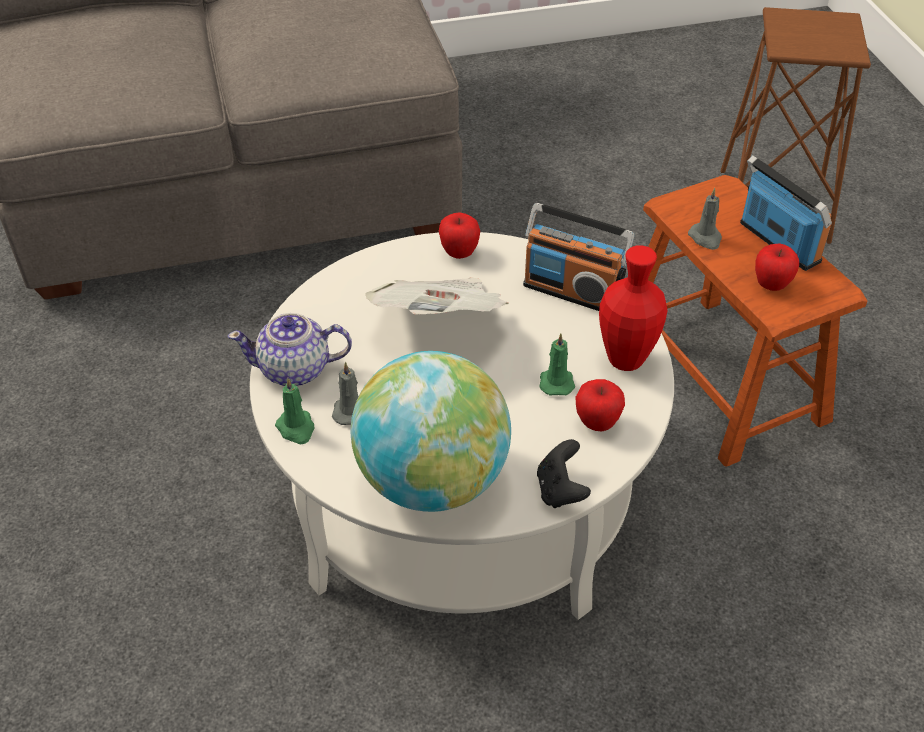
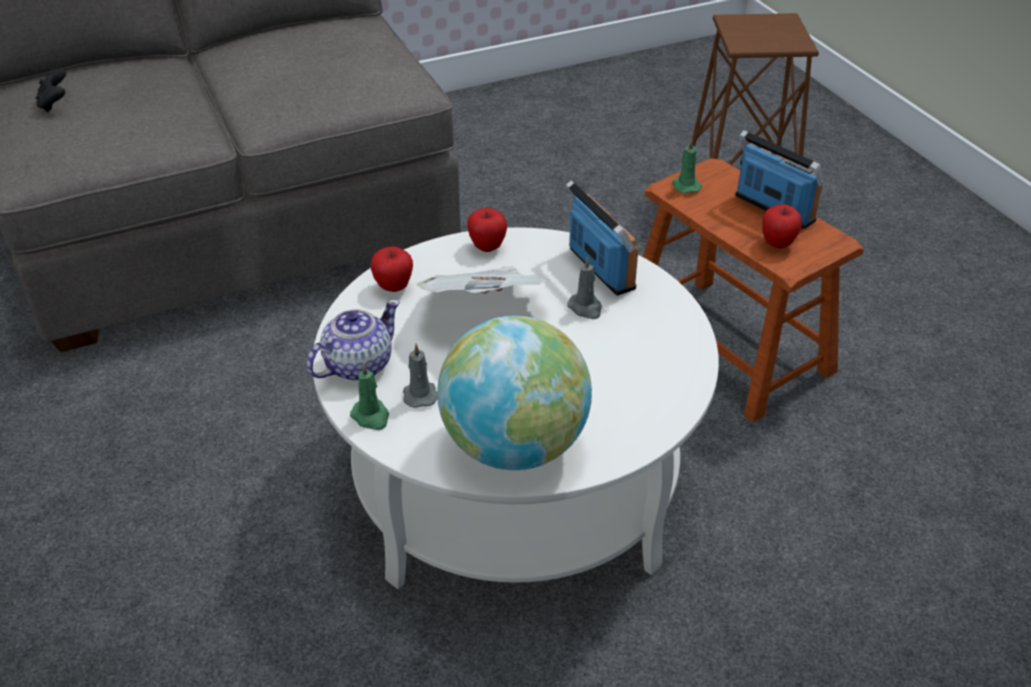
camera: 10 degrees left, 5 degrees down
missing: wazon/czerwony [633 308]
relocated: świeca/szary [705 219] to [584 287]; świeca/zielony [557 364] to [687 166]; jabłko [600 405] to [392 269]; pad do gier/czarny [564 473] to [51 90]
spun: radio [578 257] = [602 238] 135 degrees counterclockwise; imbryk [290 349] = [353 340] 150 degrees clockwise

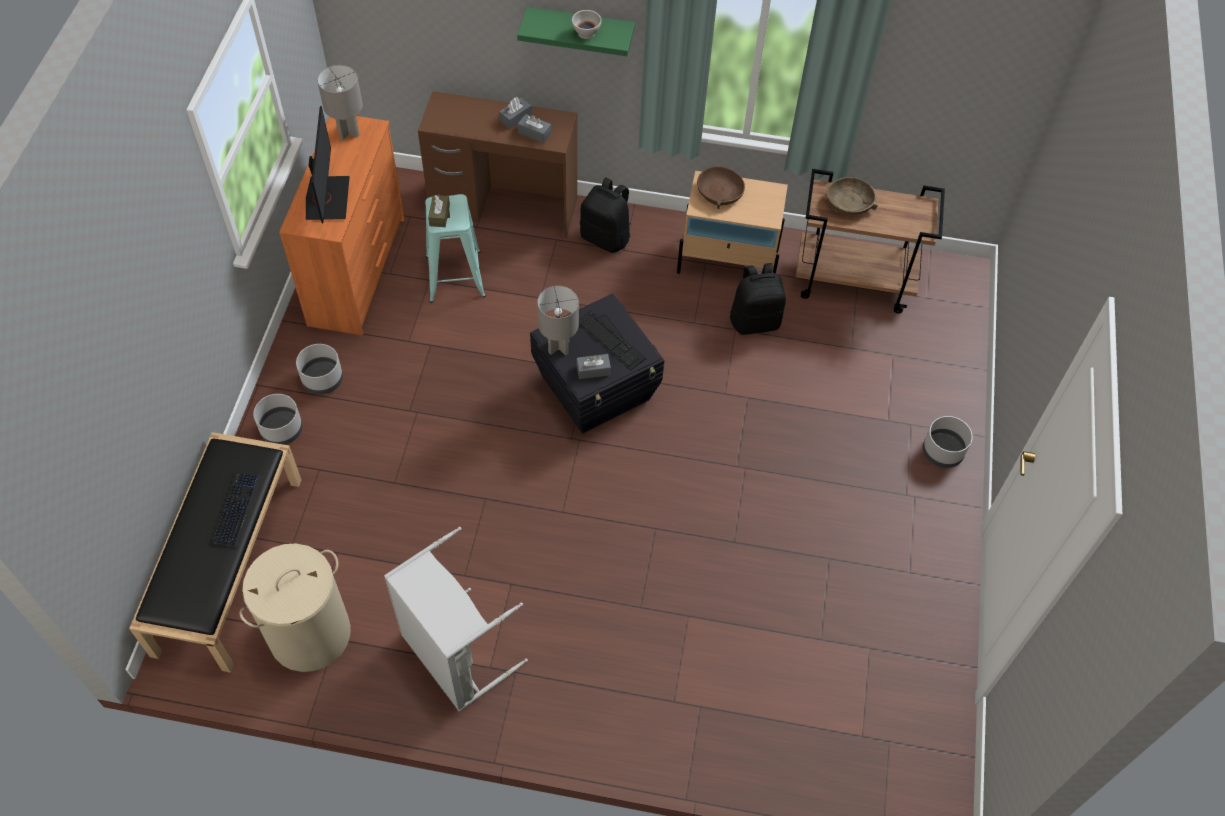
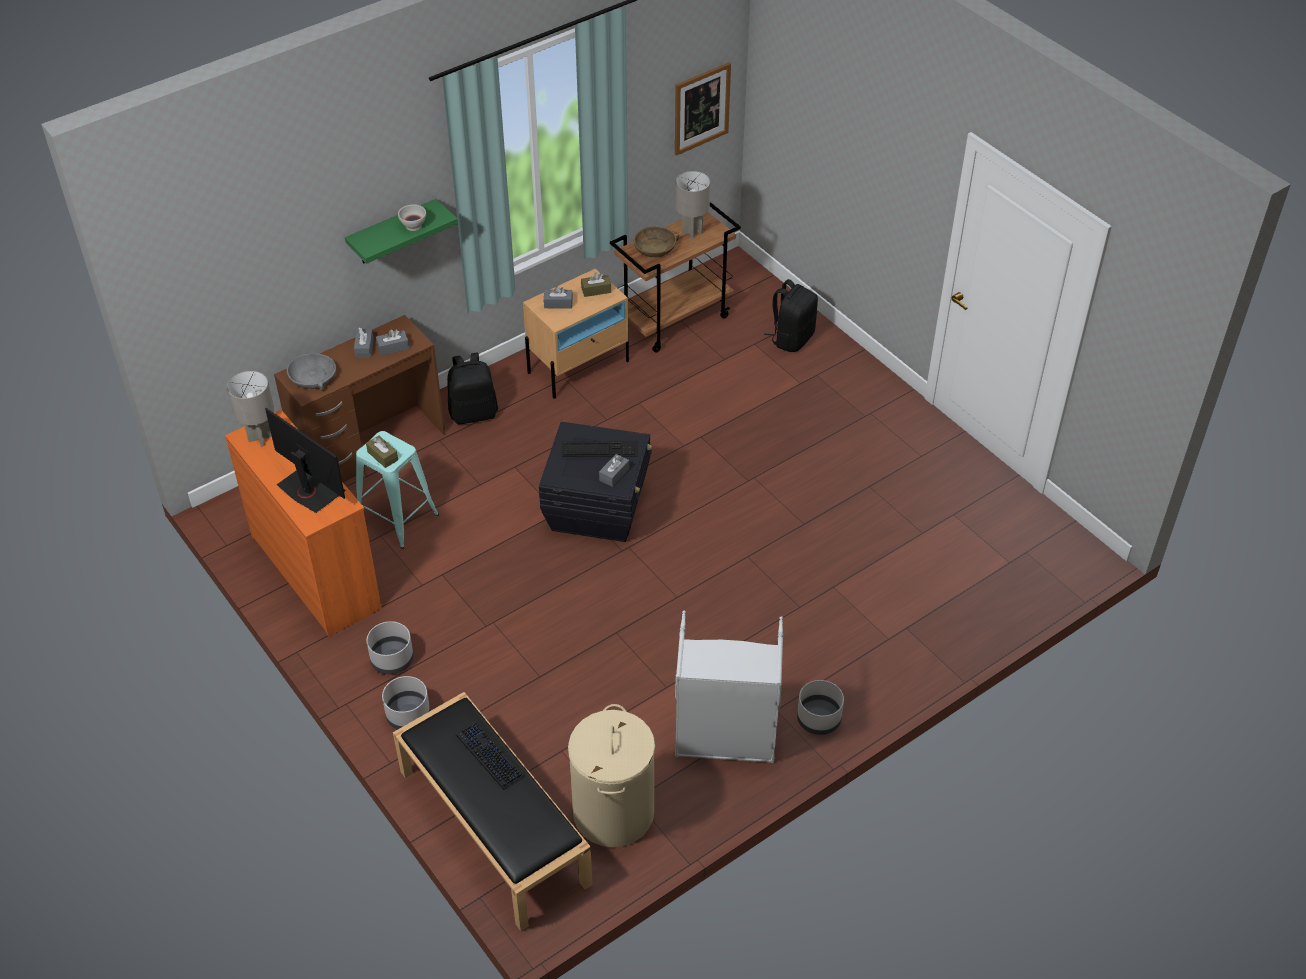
camera: 45 degrees left, 10 degrees down
appeared: obraz [703 109]; pudełko chusteczek/brązowy [596 285]; miska/szary [311 371]
relocated: plecak/czarny [758 299] to [791 315]; lampa stołowa/szary [558 321] to [693 205]; donica/szary [948 442] to [820 707]
exchanged: miska/brązowy [721 187] to pudełko chusteczek/szary [558 297]

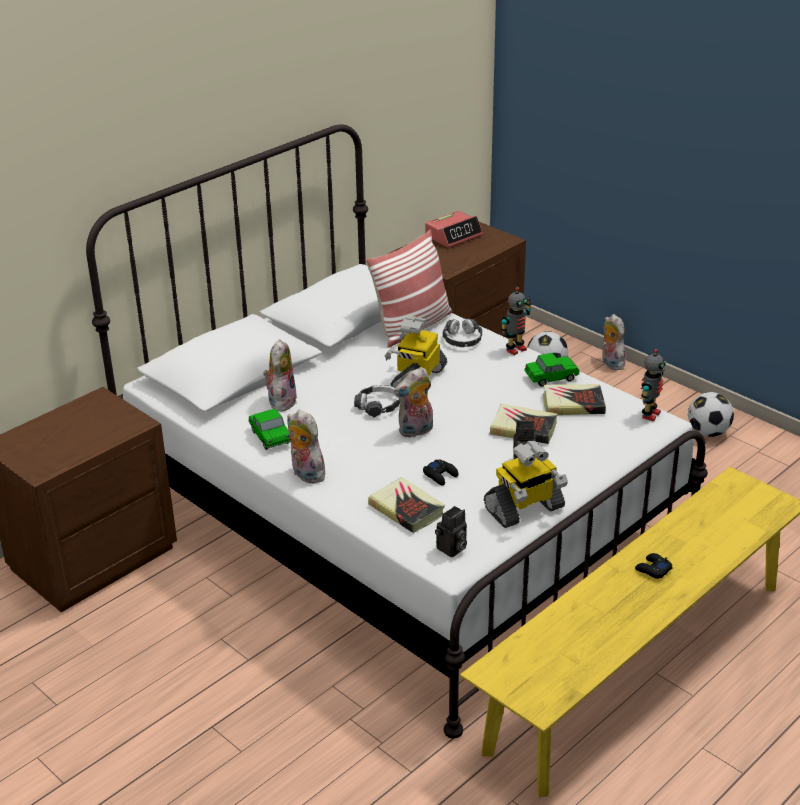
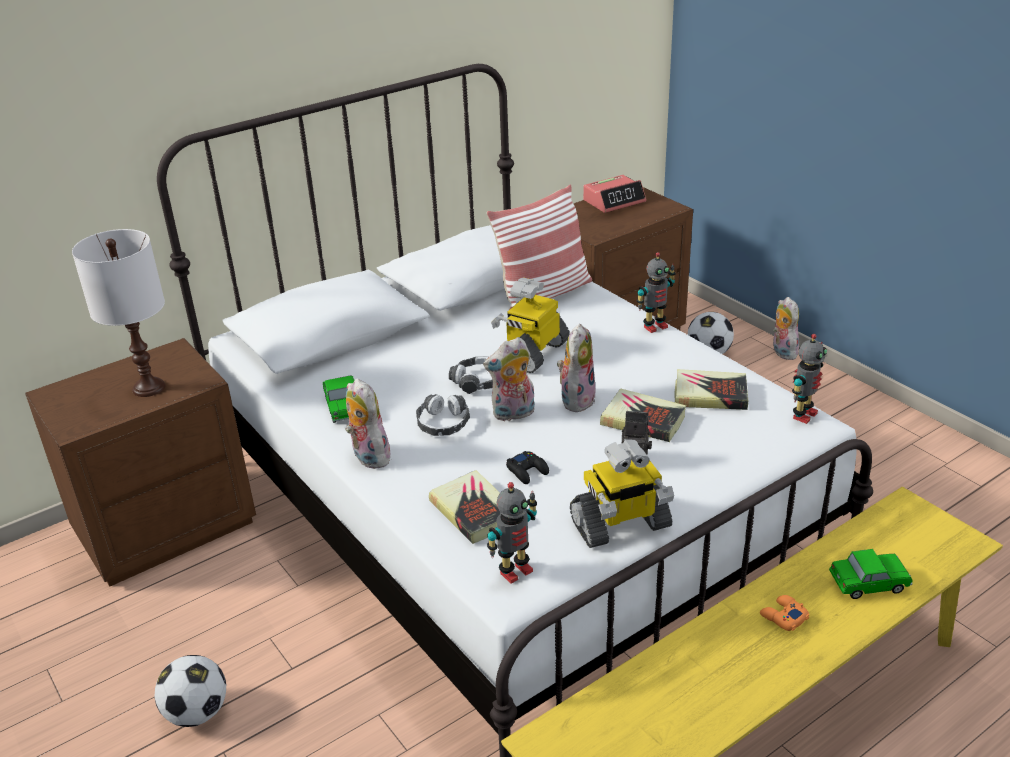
camera: 10 degrees right, 0 degrees up
appeared: lampa stołowa/biały [119 313]
relocated: słuchawki [462 333] to [443 415]; pluszak [280 375] to [576 368]; samochodzik [552 370] to [871 574]; piłka futbolowa [711 414] to [190 691]
exchanged: aparat fotograficzny [451 531] to robot zabawkowy [512 533]
colour: pad do gier/czarny [654 566] to pad do gier/pomarańczowy [785 613]

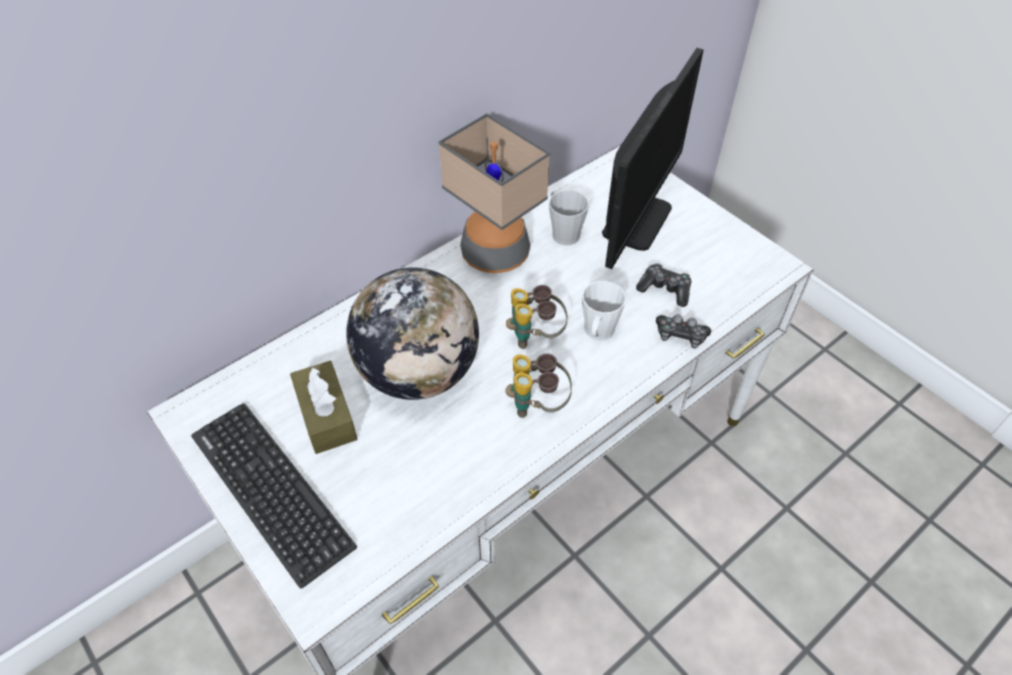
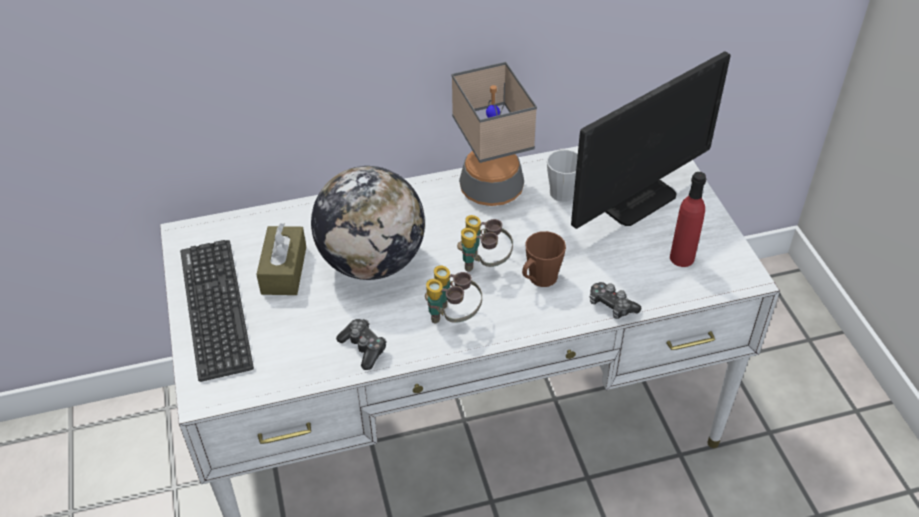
camera: 25 degrees right, 5 degrees down
appeared: butelka/czerwony [688 219]
relocated: pad do gier [663 285] to [361 344]
colour: kubek/biały [604 310] to kubek/brązowy [544 259]

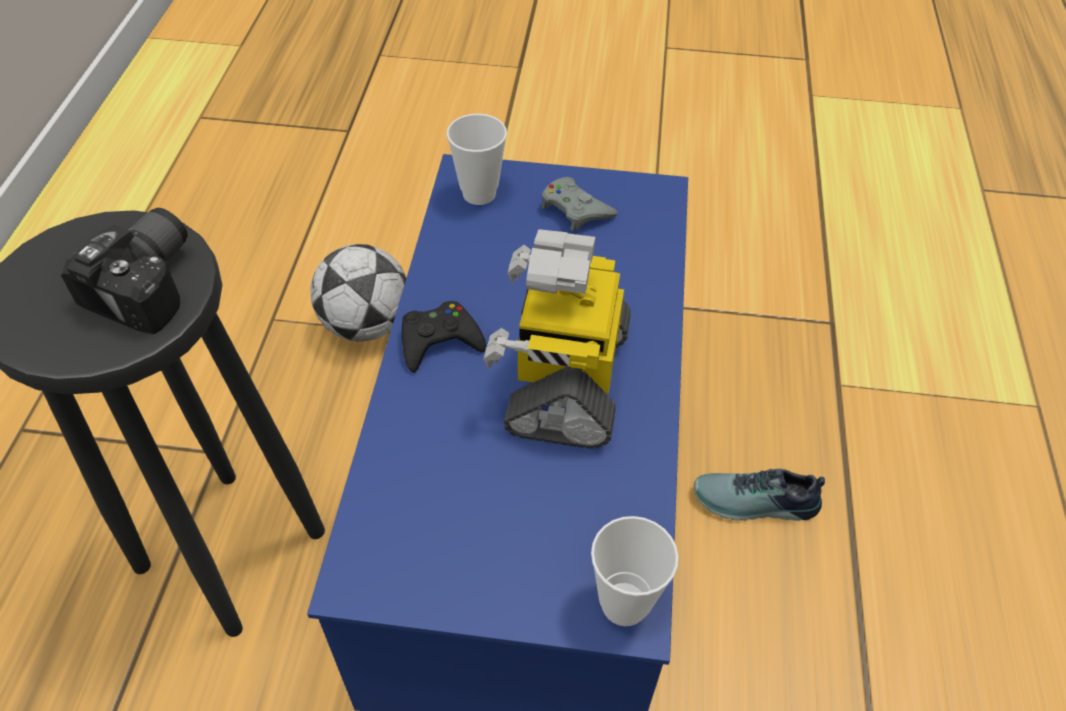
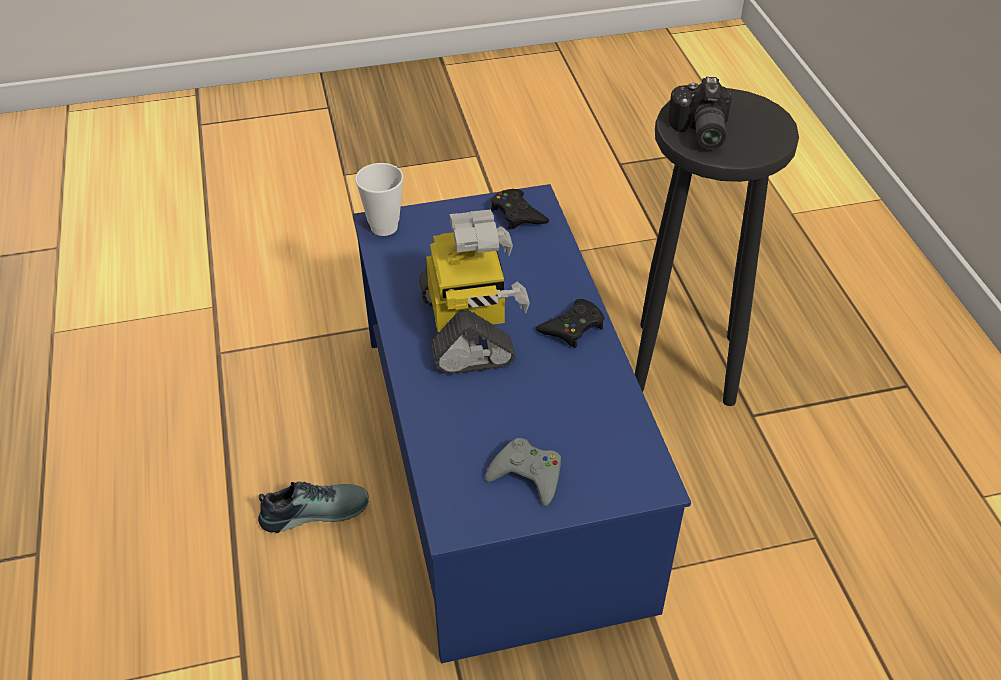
camera: 160 degrees right, 5 degrees down
missing: filiżanka [477 159]; piłka futbolowa [358 292]
appeared: pad do gier/czarny [520 209]

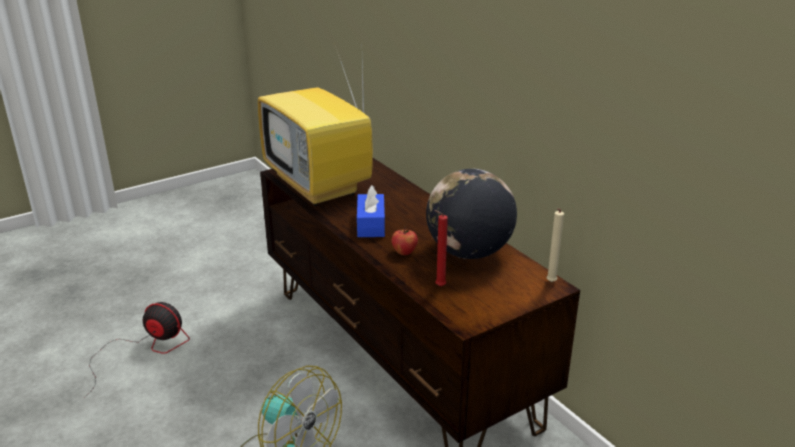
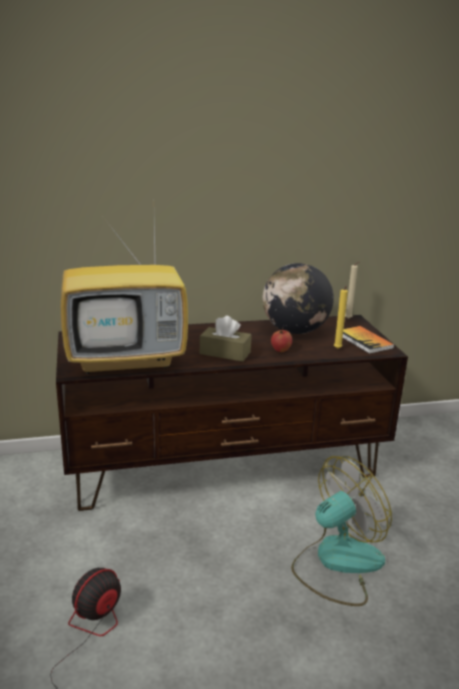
camera: 70 degrees left, 5 degrees down
appeared: książka [368 340]
colour: pudełko chusteczek/niebieski [371 211] to pudełko chusteczek/brązowy [226 339]; świeca/czerwony [441 248] to świeca/żółty [341 317]

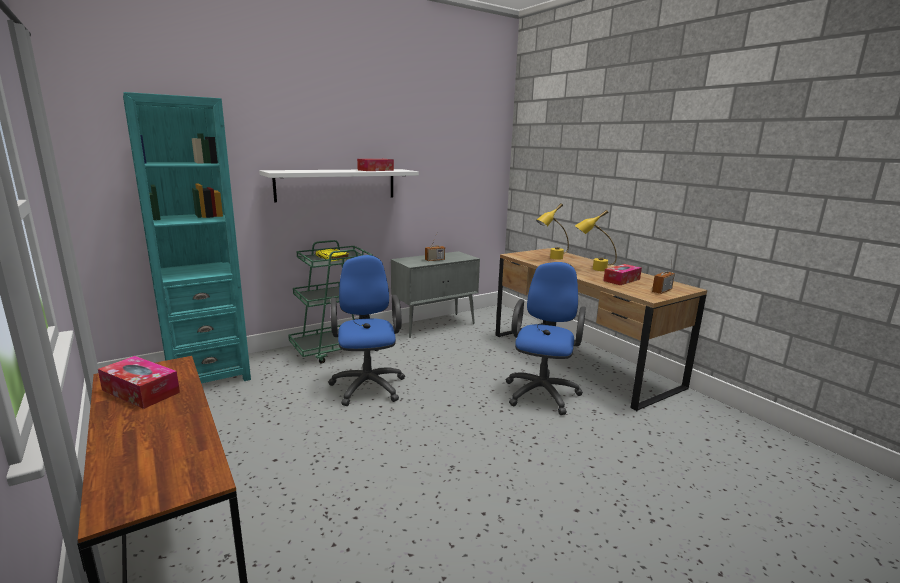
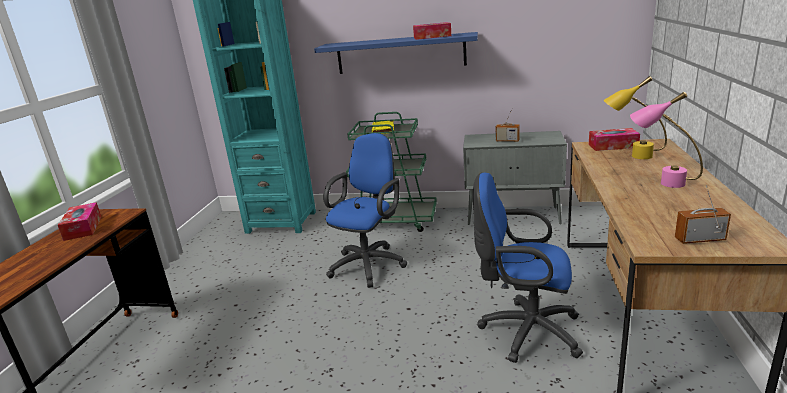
camera: 45 degrees right, 5 degrees up
relocated: pudełko chusteczek [622 274] to [614 139]
colour: półka/biały [339 185] to półka/niebieski [396 53]; lampa stołowa/żółty [596 240] to lampa stołowa/różowy [666 140]
spun: krzesło biurowe/niebieski [546 338] = [528 268] 135 degrees counterclockwise

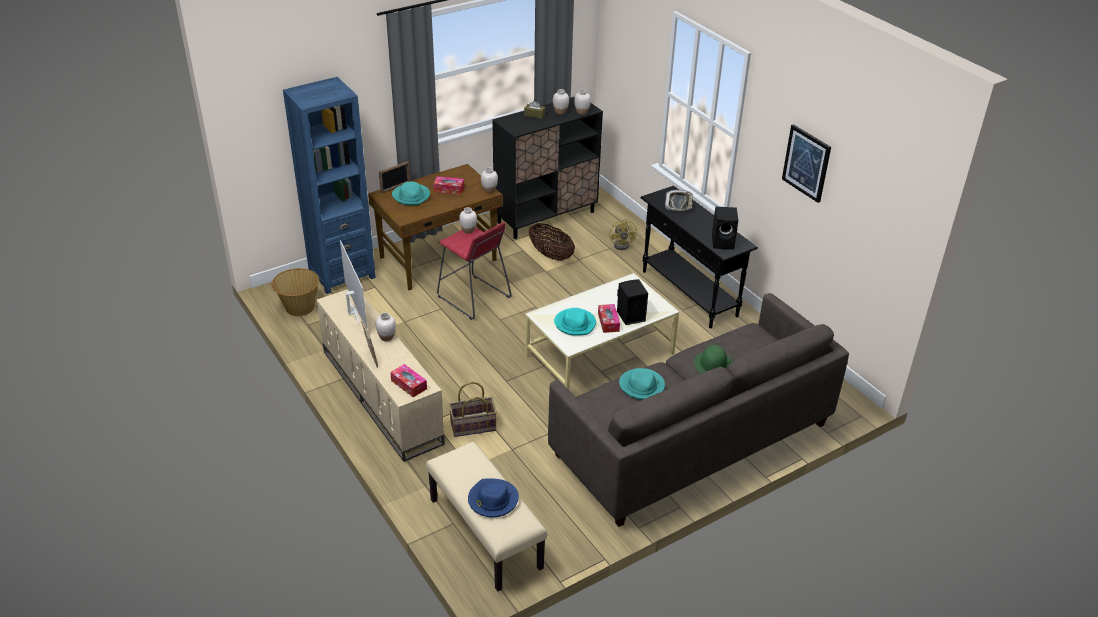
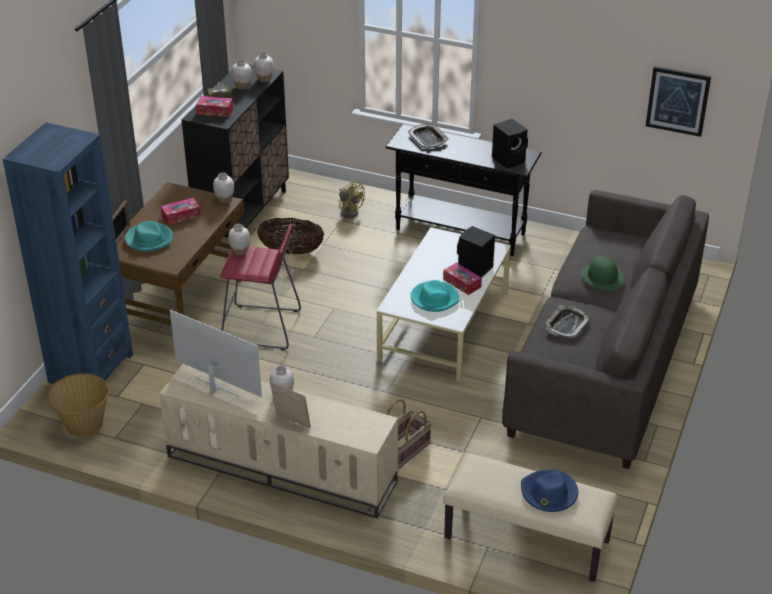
camera: 35 degrees left, 0 degrees up
relocated: obraz [806 163] to [678 101]; pudełko chusteczek [408 380] to [214 106]
exchanged: kapelusz/turkusowy [642 384] to taca [567 321]

